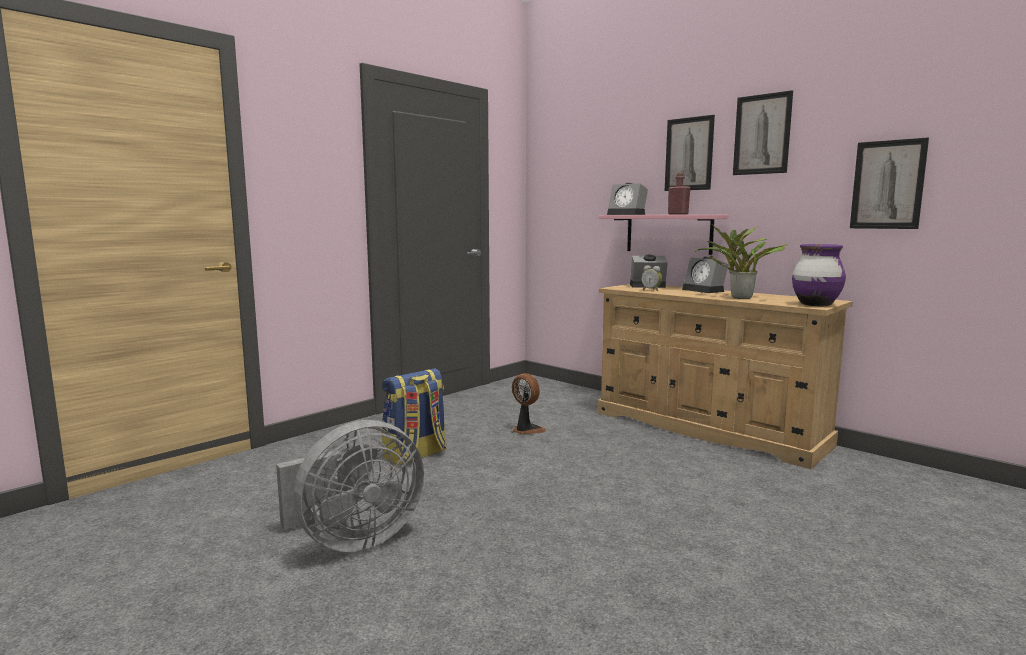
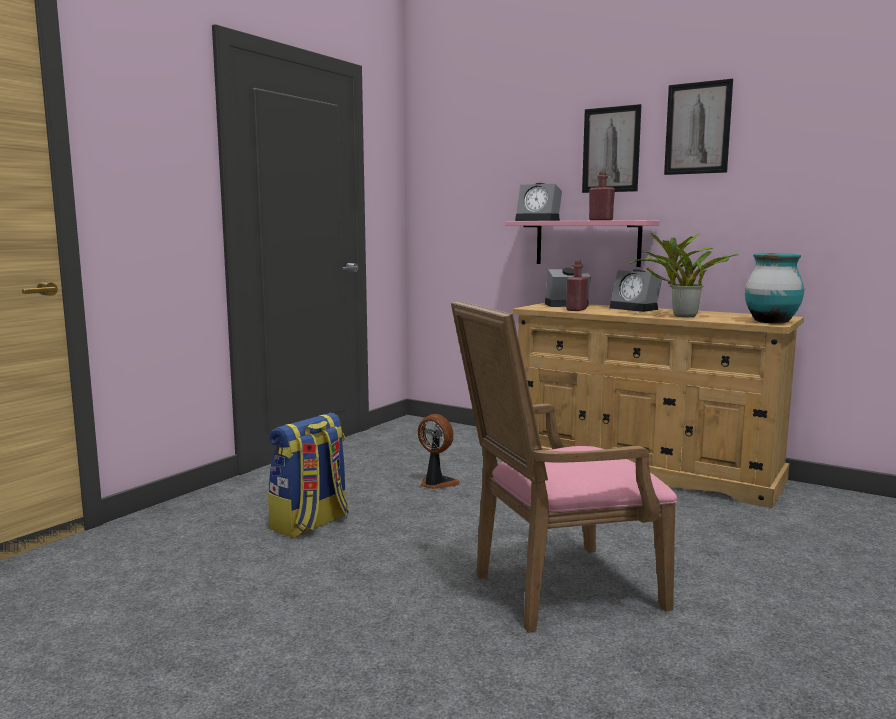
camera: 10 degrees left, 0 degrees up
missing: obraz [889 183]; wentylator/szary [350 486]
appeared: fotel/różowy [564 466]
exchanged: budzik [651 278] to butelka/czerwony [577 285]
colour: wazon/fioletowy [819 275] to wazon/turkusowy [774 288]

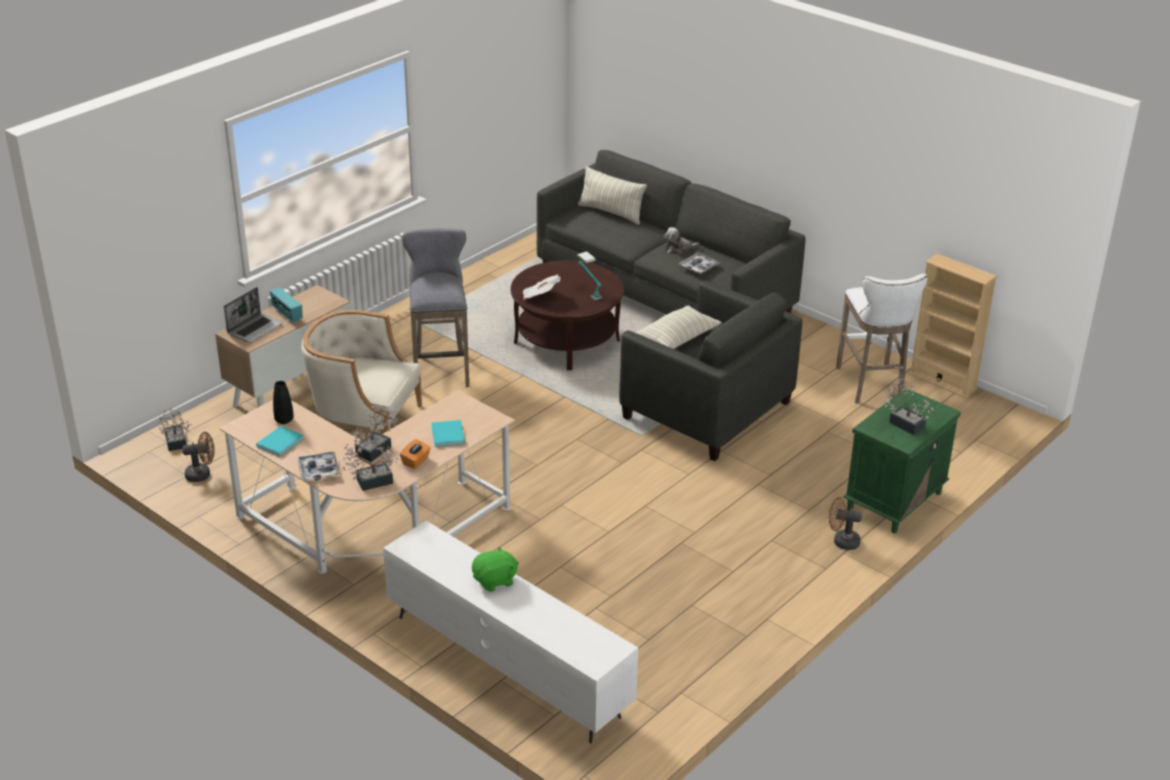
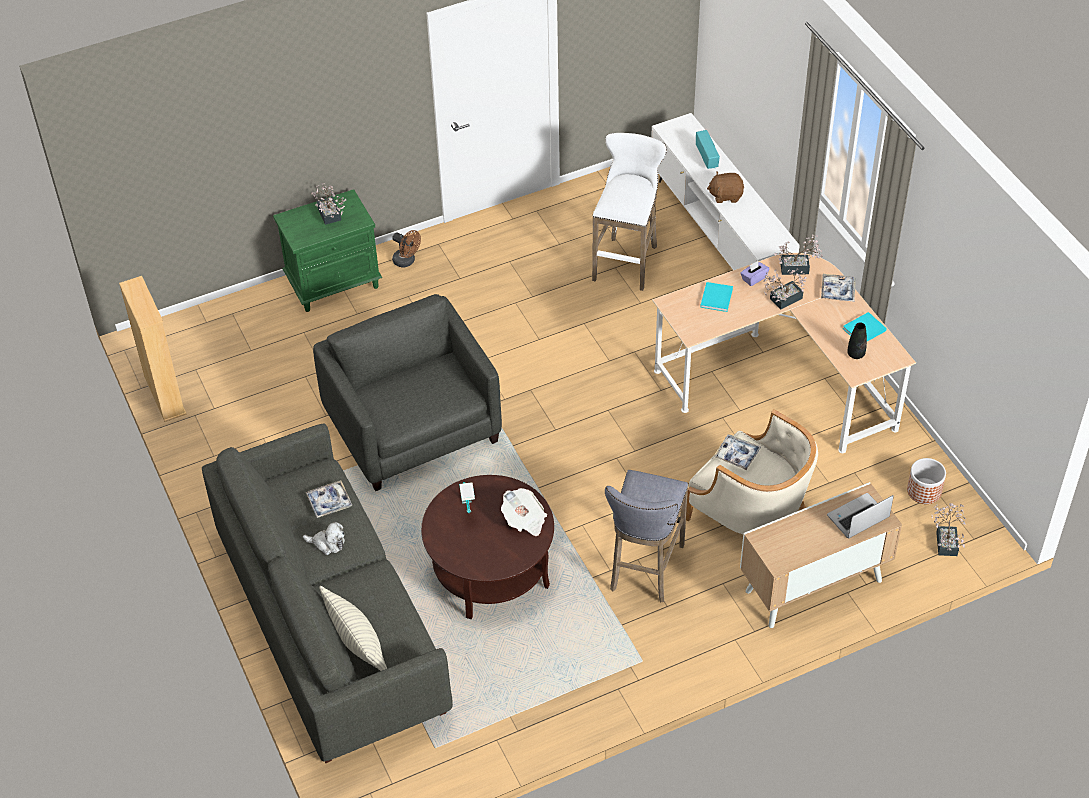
camera: 155 degrees left, 15 degrees up
missing: poduszka [679 327]
appeared: taca [737 452]
relocated: stołek/biały [882 339] to [629 212]; radio [286 305] to [708 149]
exchanged: wentylator/brązowy [198 457] to donica [926 481]
colour: pudełko chusteczek/pomarańczowy [415 454] to pudełko chusteczek/fioletowy [754 273]; pluszak/zielony [495 569] to pluszak/brązowy [725 187]

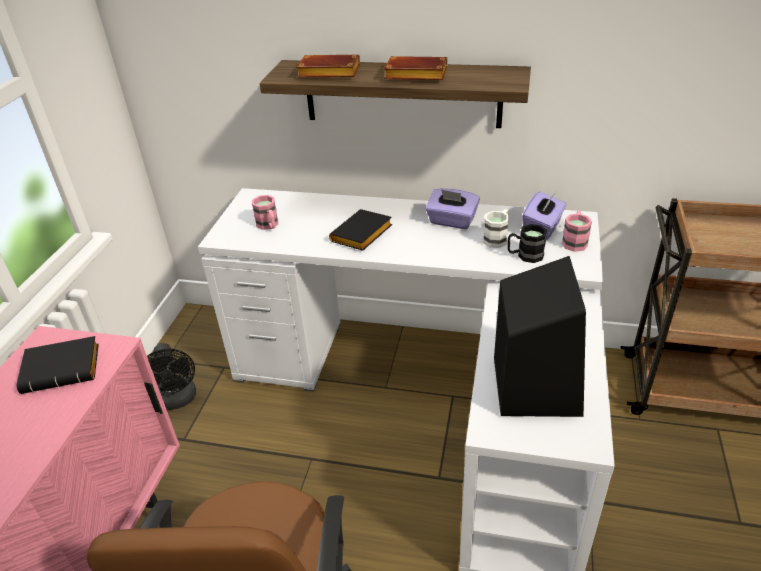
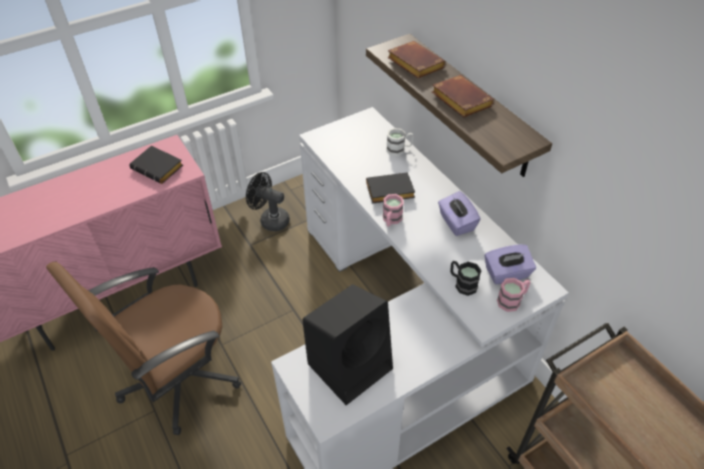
camera: 45 degrees right, 10 degrees up
relocated: kubek/różowy [265 212] to [393 210]; kubek/biały [496 228] to [400 142]
spun: wentylator/czarny [171 376] = [268 201] 90 degrees clockwise

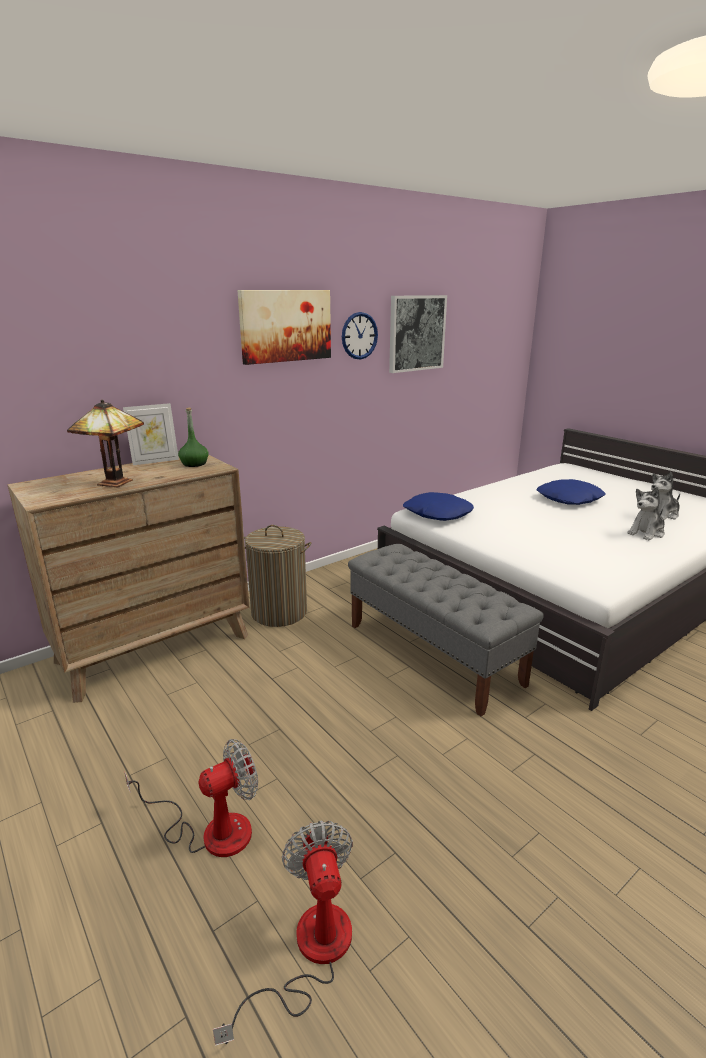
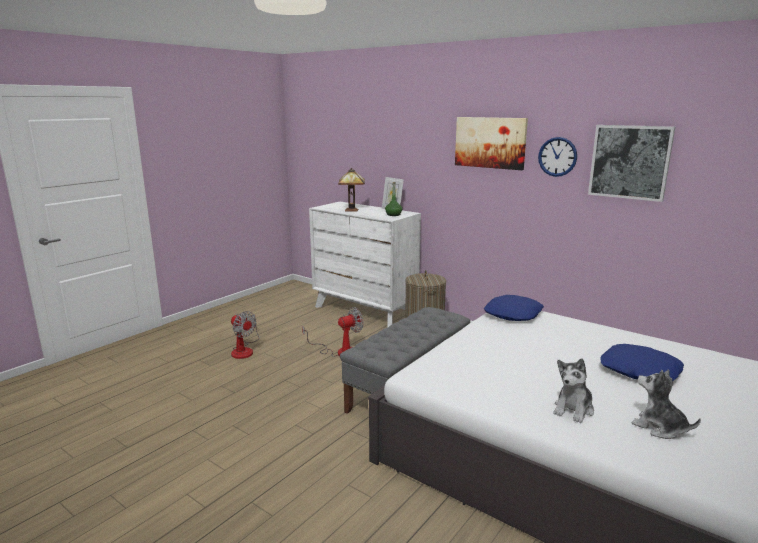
camera: 75 degrees right, 5 degrees down
relocated: wentylator [283 933] to [332 332]
colour: komoda/brązowy [129 579] to komoda/biały [365 265]
spun: pluszak [646 514] = [573 390] 90 degrees counterclockwise

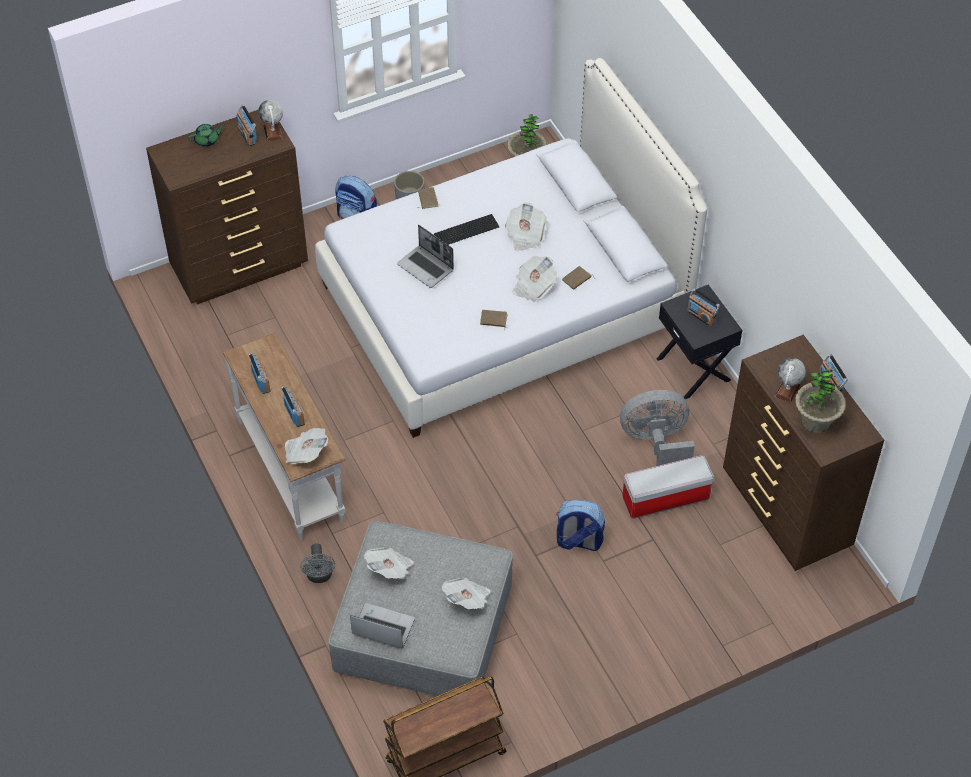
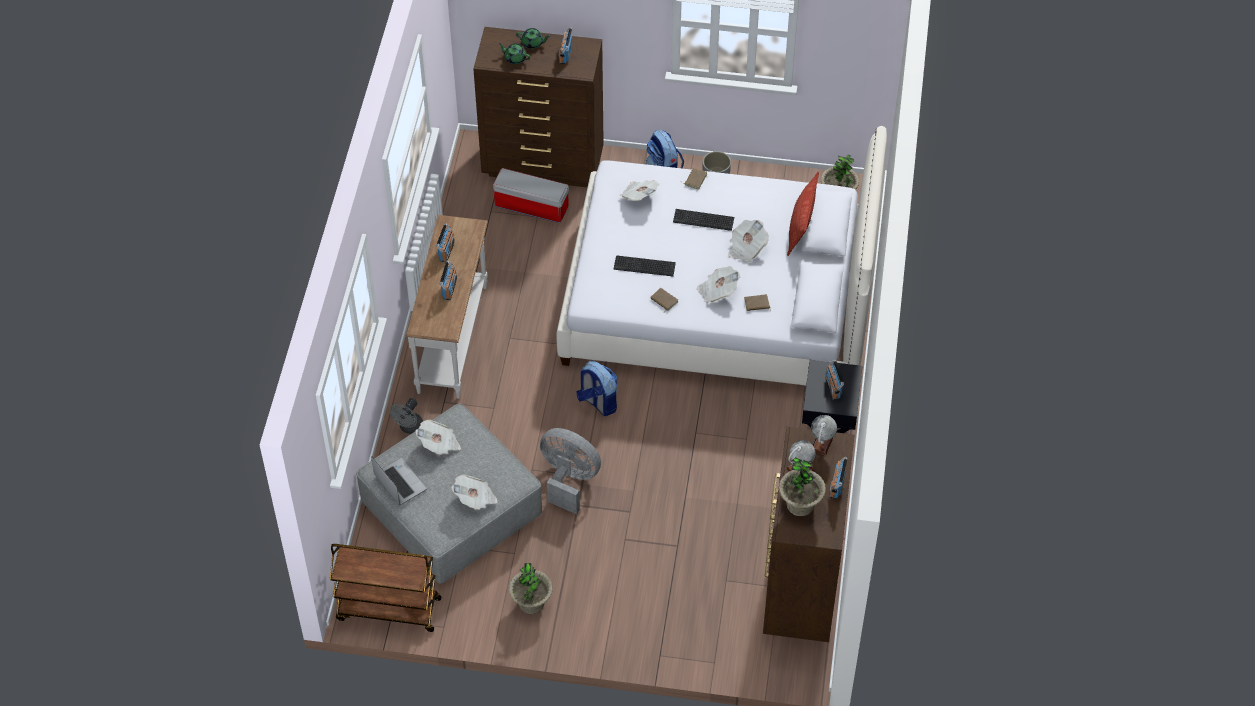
camera: 35 degrees right, 0 degrees up
missing: laptop [425 256]
appeared: imbryk/zielony [514 53]; poduszka [803 214]; klawiatura [645 265]; roślina doniczkowa [531 588]
relocated: globus [270 120] to [824 435]; wentylator/szary [657 428] to [570 471]; gazeta [306 446] to [640 190]; pojemnik do przechowywania [668 487] to [531 195]; plecak [580 525] to [597 388]

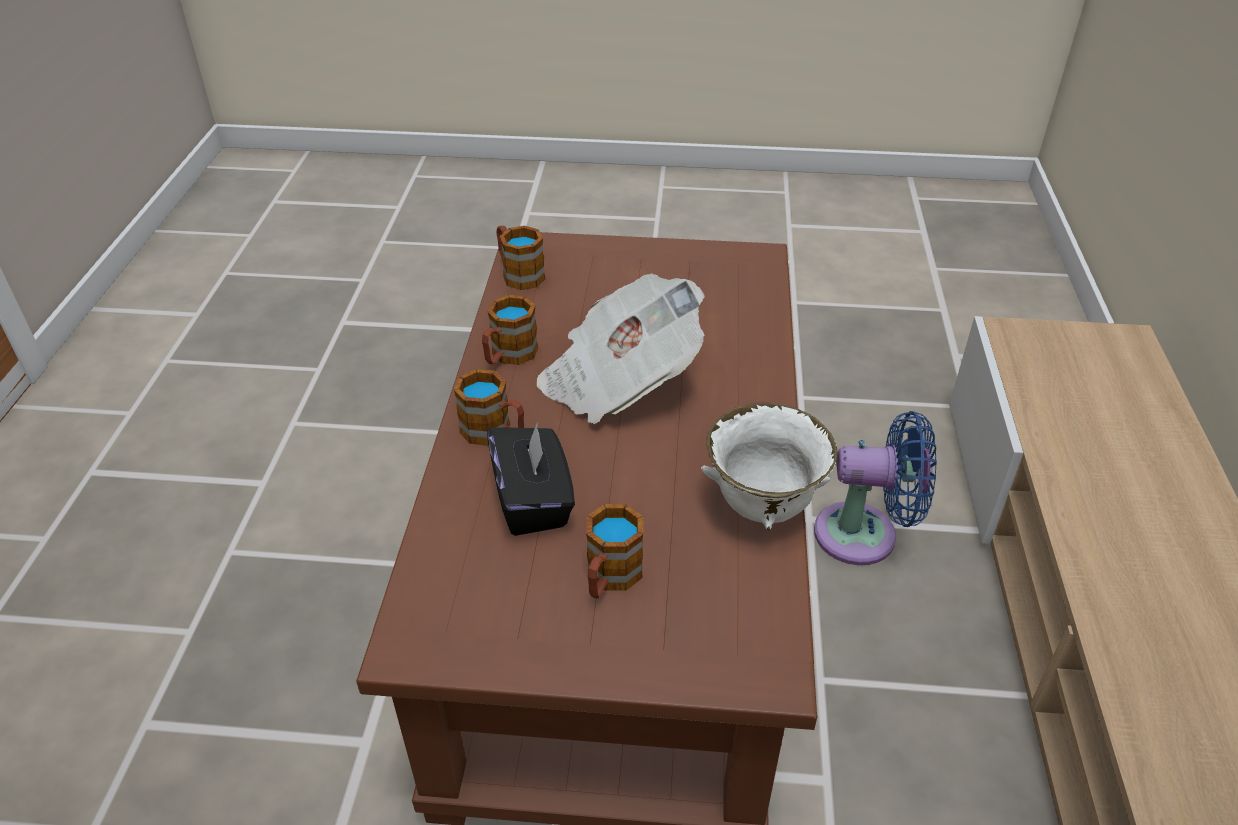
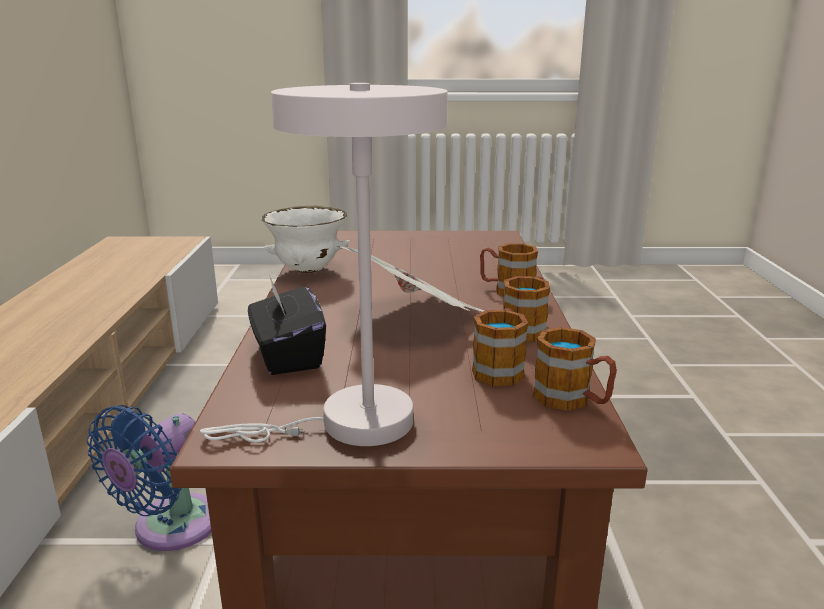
camera: 175 degrees right, 20 degrees down
appeared: lampa stołowa/biały [324 264]
relocated: pudełko chusteczek/czarny [531 478] to [287 326]; kubek [614 551] to [500 347]
spun: wentylator/niebieski [875 488] = [149 478] 60 degrees counterclockwise

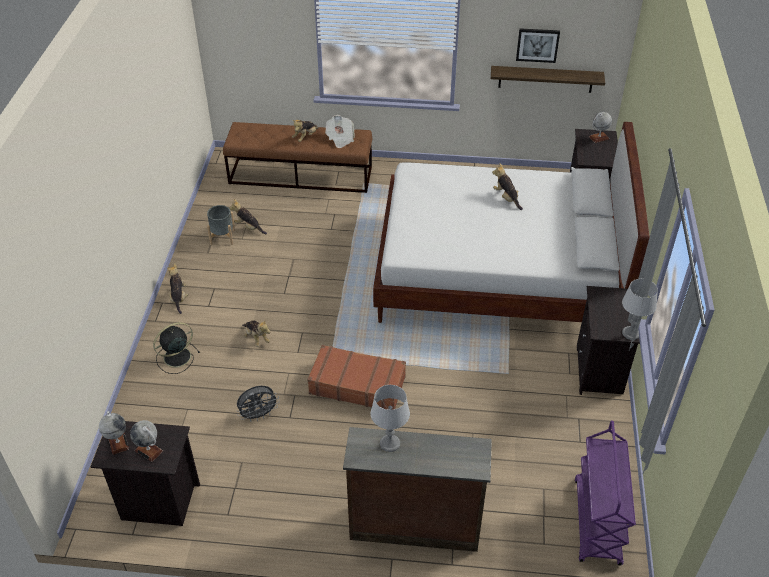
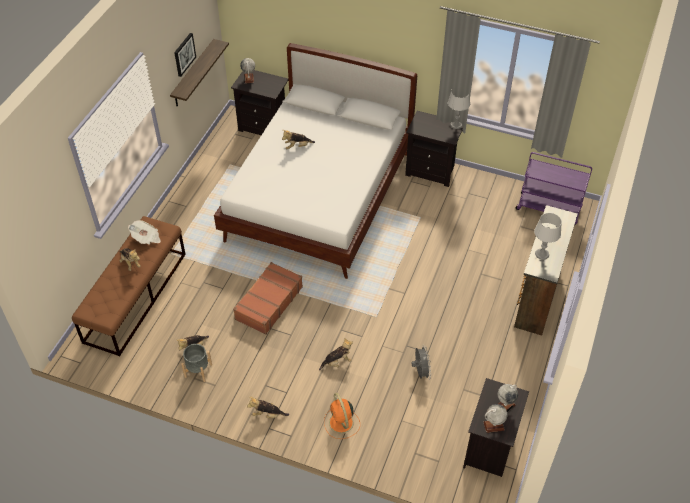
camera: 75 degrees left, 5 degrees up
relocated: walizka/brązowy [356 377] to [268 298]
colour: wentylator/czarny [176 348] to wentylator/pomarańczowy [342 416]

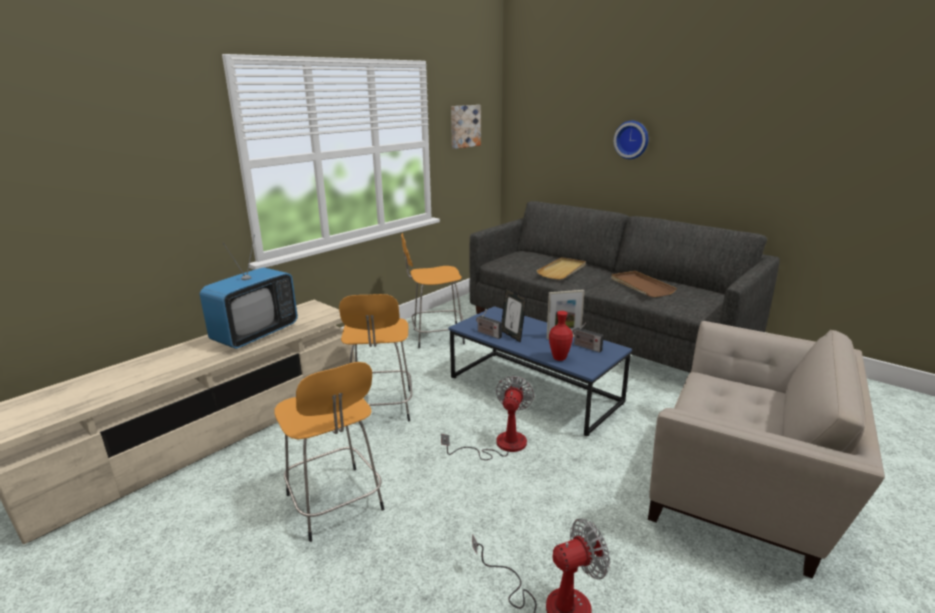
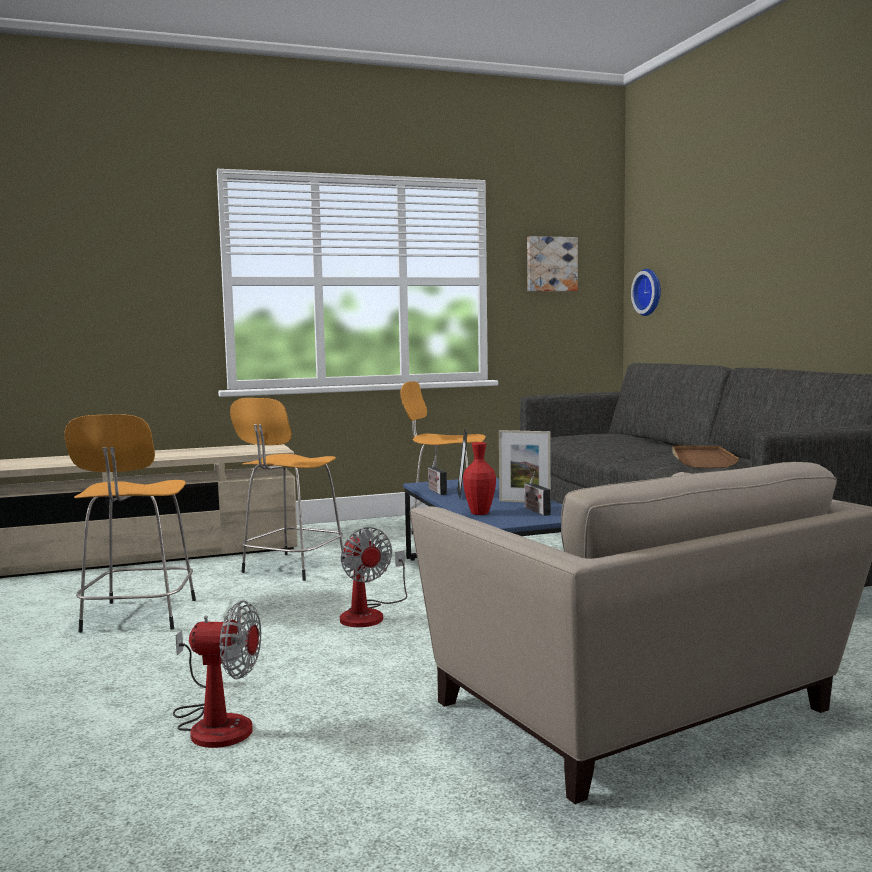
camera: 30 degrees right, 15 degrees down
missing: telewizor [249 292]; taca/beżowy [561 268]
relocated: zegar ścienny [631 140] to [646 292]
spun: wentylator [488 418] = [373 577] 105 degrees clockwise

